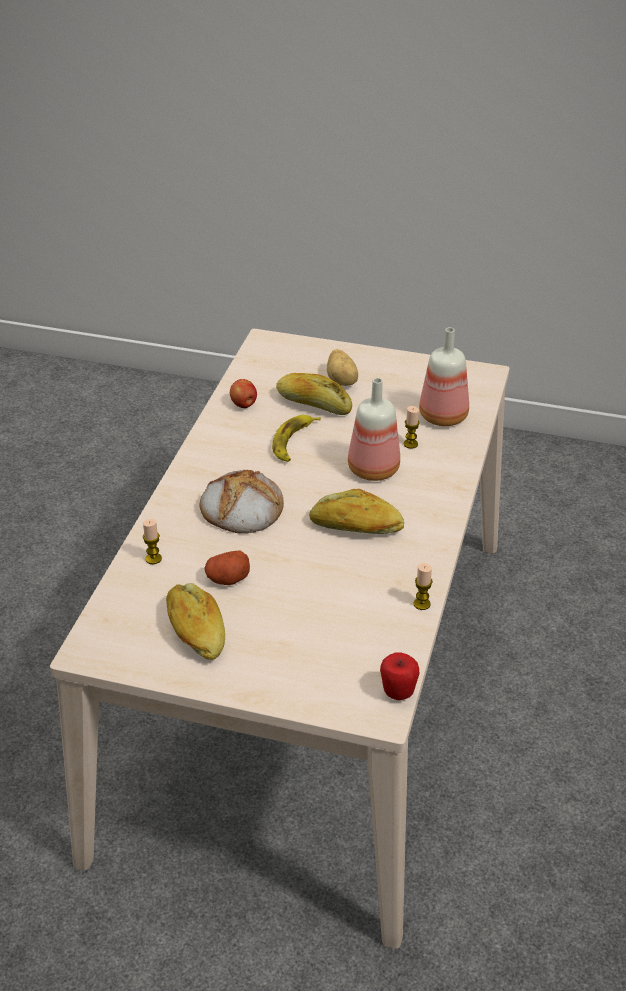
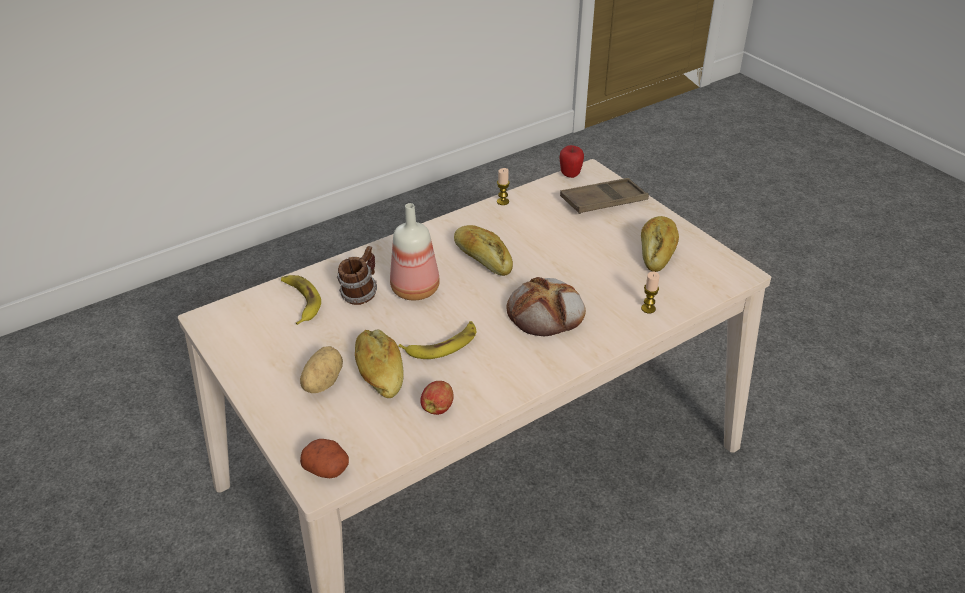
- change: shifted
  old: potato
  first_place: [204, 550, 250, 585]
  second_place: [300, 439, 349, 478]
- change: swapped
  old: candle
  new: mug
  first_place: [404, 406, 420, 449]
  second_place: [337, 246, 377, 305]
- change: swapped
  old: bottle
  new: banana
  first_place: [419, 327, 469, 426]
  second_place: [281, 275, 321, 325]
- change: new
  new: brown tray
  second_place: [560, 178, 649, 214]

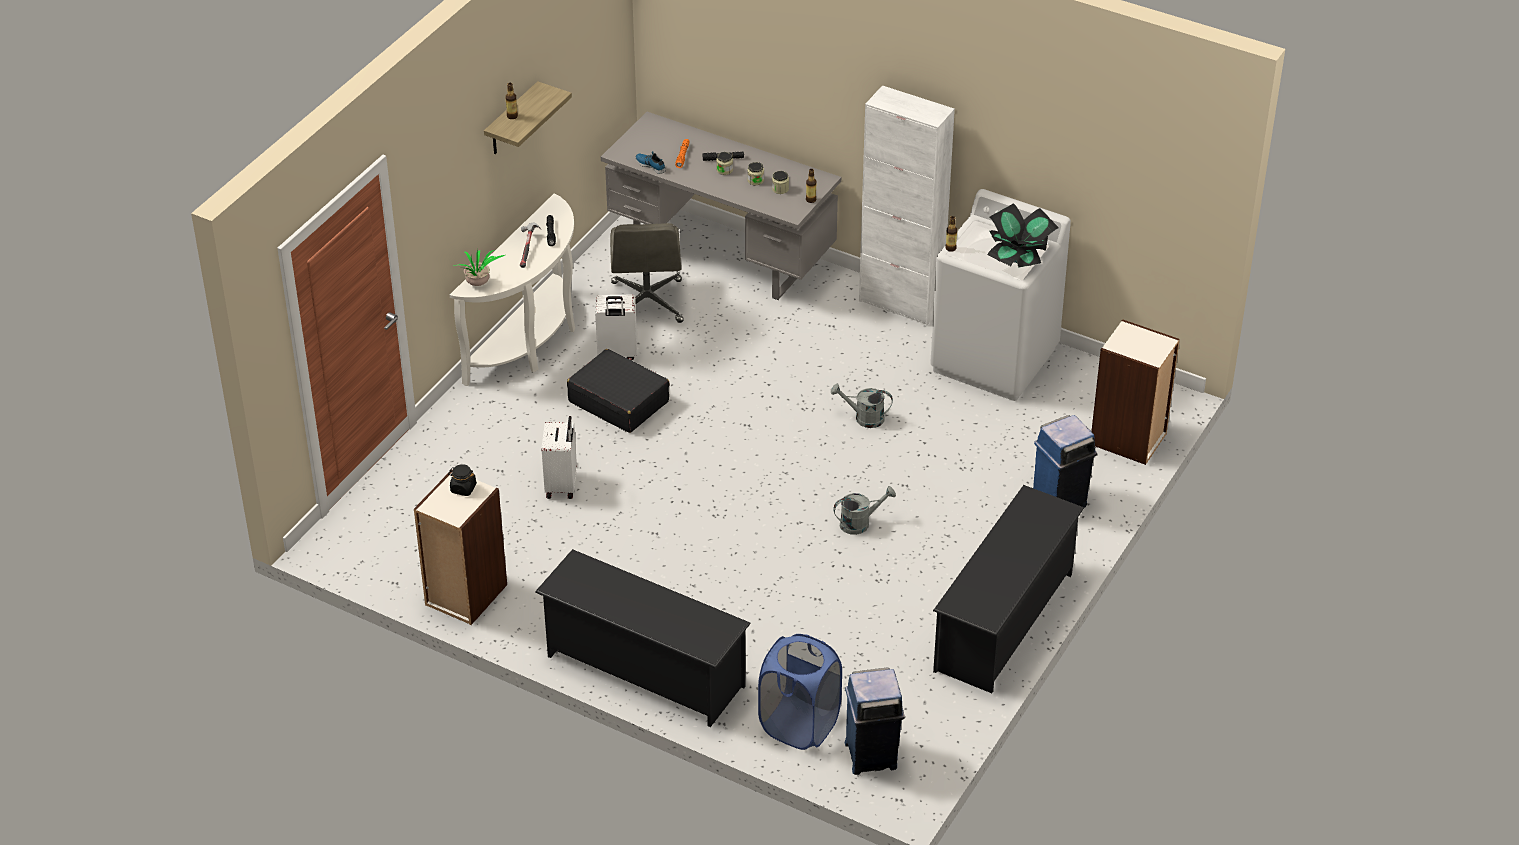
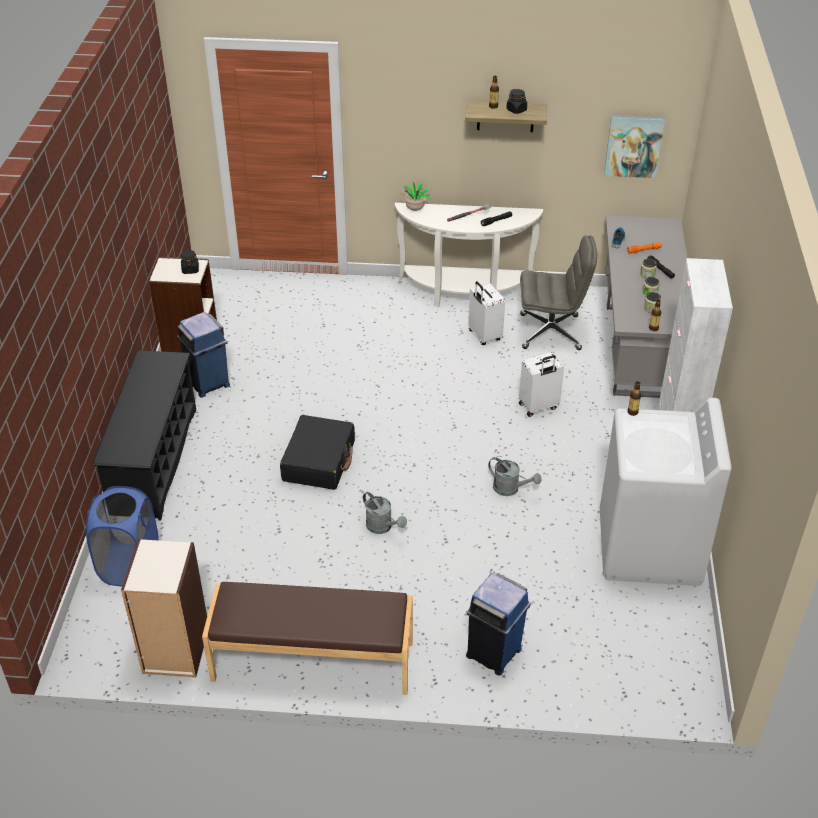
- change: shifted
  old: white suitcase
  first_place: [542, 416, 577, 499]
  second_place: [519, 352, 564, 417]
- change: shifted
  old: black suitcase
  first_place: [567, 349, 670, 433]
  second_place: [280, 415, 355, 490]
- change: rotated
  old: grey office chair
  first_place: [610, 223, 684, 323]
  second_place: [520, 235, 597, 350]
  degrees: -150
- change: rotated
  old: grey watering can
  first_place: [831, 384, 893, 428]
  second_place: [488, 457, 542, 496]
  degrees: 135
- change: shifted
  old: blue trash can
  first_place: [845, 667, 905, 775]
  second_place: [177, 312, 230, 398]
- change: swapped
  old: black shoe rack
  new: brown bench
  first_place: [933, 485, 1084, 693]
  second_place: [202, 582, 413, 695]
- change: gone
  old: potted plant
  first_place: [987, 203, 1059, 268]
- change: shifted
  old: bookcase
  first_place: [1091, 319, 1180, 465]
  second_place: [121, 539, 207, 678]
- change: new
  new: black jar
  second_place: [506, 89, 527, 114]
- change: new
  new: picture
  second_place: [604, 116, 665, 178]

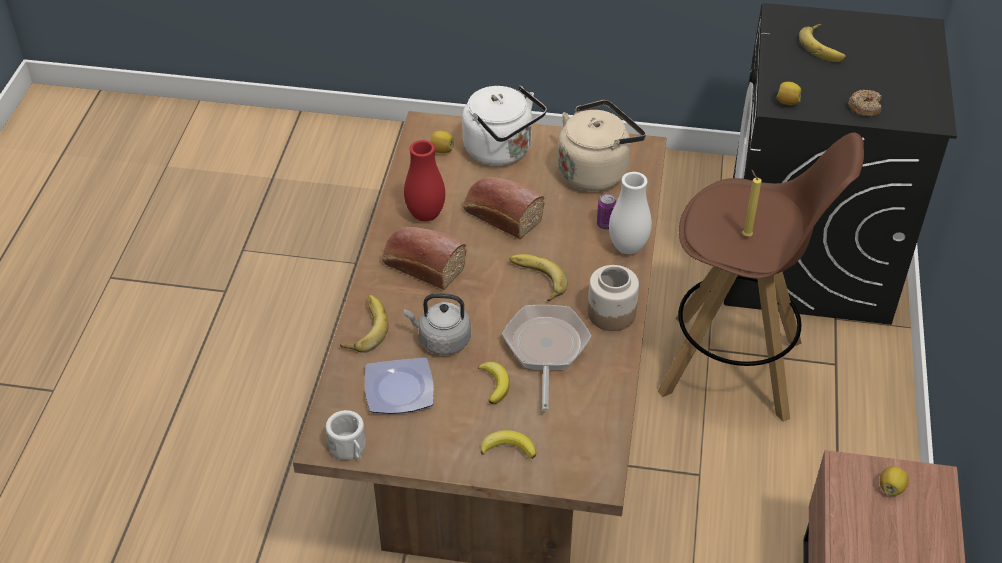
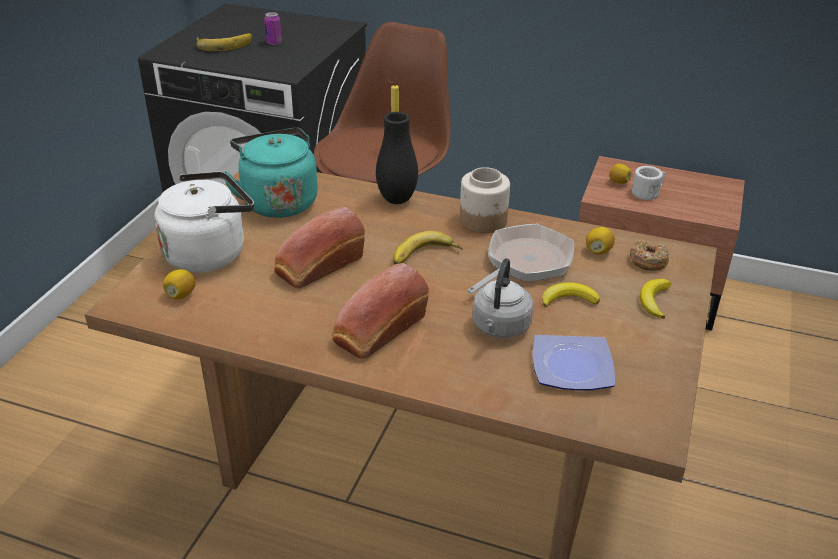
- change: shifted
  old: white mug
  first_place: [326, 410, 366, 460]
  second_place: [632, 166, 665, 200]
- change: gone
  old: banana
  first_place: [340, 295, 389, 353]
- change: gone
  old: red vase
  first_place: [404, 140, 445, 222]
- change: rotated
  old: frying pan
  first_place: [502, 305, 591, 411]
  second_place: [467, 224, 574, 294]
  degrees: 120
- change: repainted
  old: beige kettle
  new: turquoise kettle
  first_place: [558, 100, 646, 191]
  second_place: [224, 128, 318, 218]
- change: shifted
  old: can
  first_place: [597, 194, 617, 229]
  second_place: [264, 12, 282, 45]
- change: repainted
  old: white vase
  new: black vase
  first_place: [609, 172, 652, 254]
  second_place: [376, 112, 418, 204]
- change: shifted
  old: lemon
  first_place: [776, 82, 801, 105]
  second_place: [586, 227, 615, 255]
- change: shifted
  old: donut
  first_place: [849, 90, 882, 117]
  second_place: [630, 240, 669, 271]

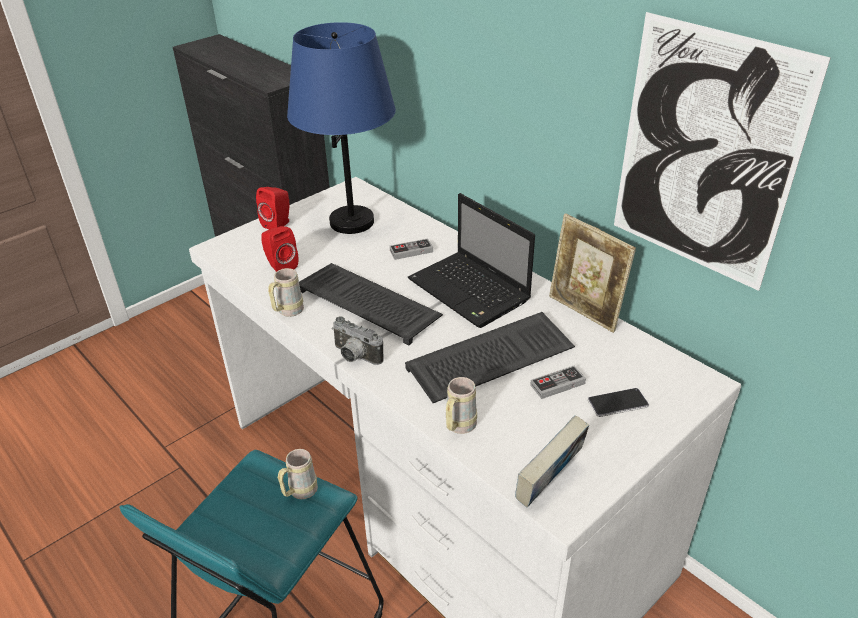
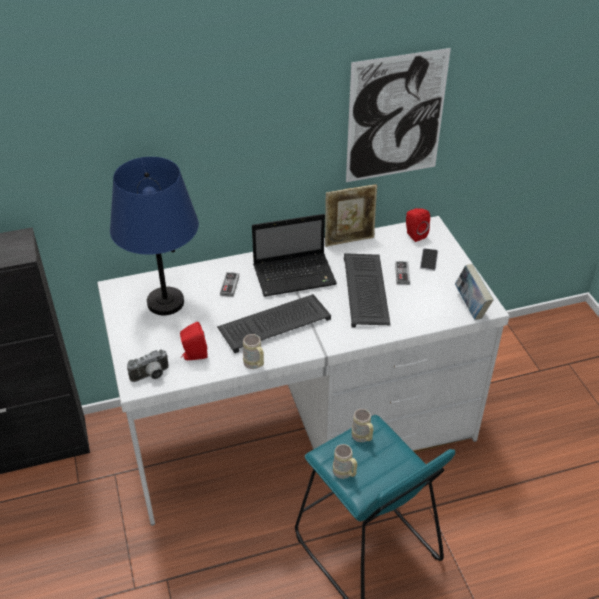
- change: shifted
  old: red speaker
  first_place: [256, 187, 289, 230]
  second_place: [406, 208, 430, 242]
- change: shifted
  old: photo camera
  first_place: [332, 316, 383, 365]
  second_place: [127, 350, 169, 382]
- change: shifted
  old: beige mug
  first_place: [446, 377, 477, 434]
  second_place: [333, 444, 357, 479]

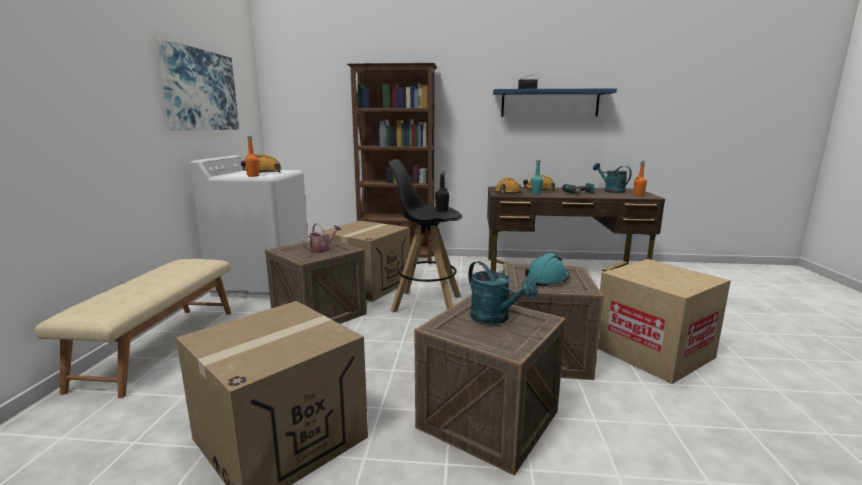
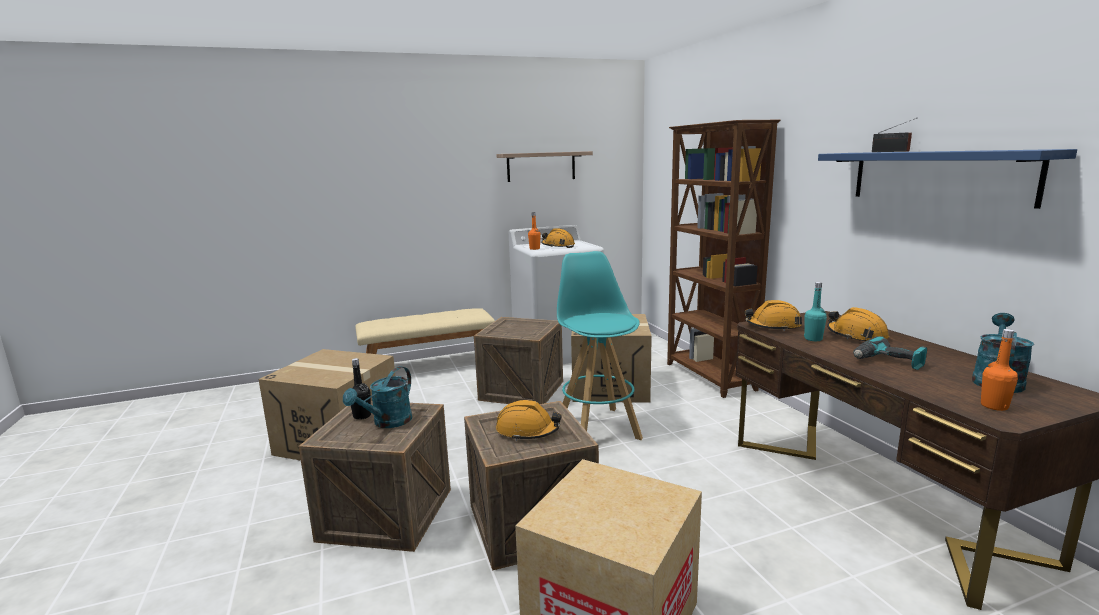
- change: swapped
  old: picture
  new: shelf
  first_place: [156, 38, 239, 130]
  second_place: [496, 151, 593, 182]
- change: gone
  old: watering can
  first_place: [302, 223, 341, 253]
- change: repainted
  old: black stool
  new: turquoise stool
  first_place: [387, 159, 462, 312]
  second_place: [557, 251, 643, 440]
- change: shifted
  old: black bottle
  first_place: [435, 170, 449, 212]
  second_place: [351, 358, 371, 420]
- change: repainted
  old: turquoise hard hat
  new: orange hard hat
  first_place: [525, 253, 569, 287]
  second_place: [496, 400, 562, 441]

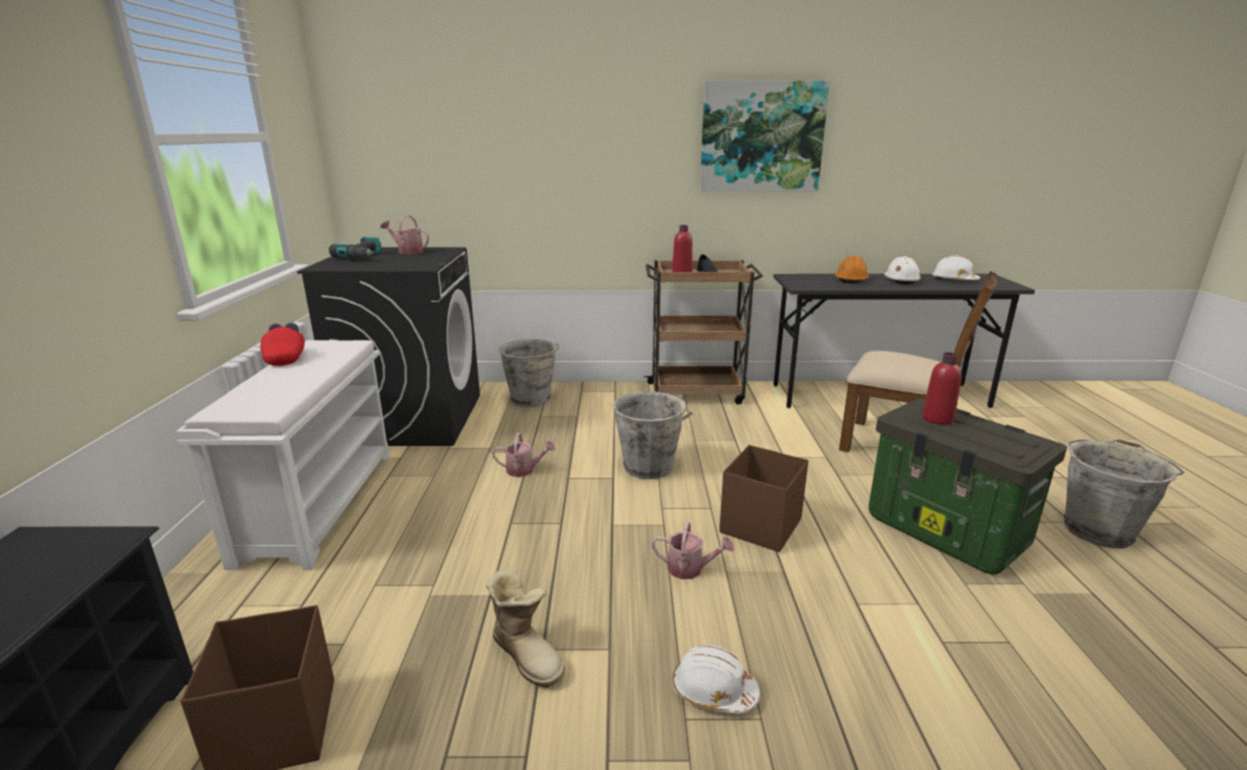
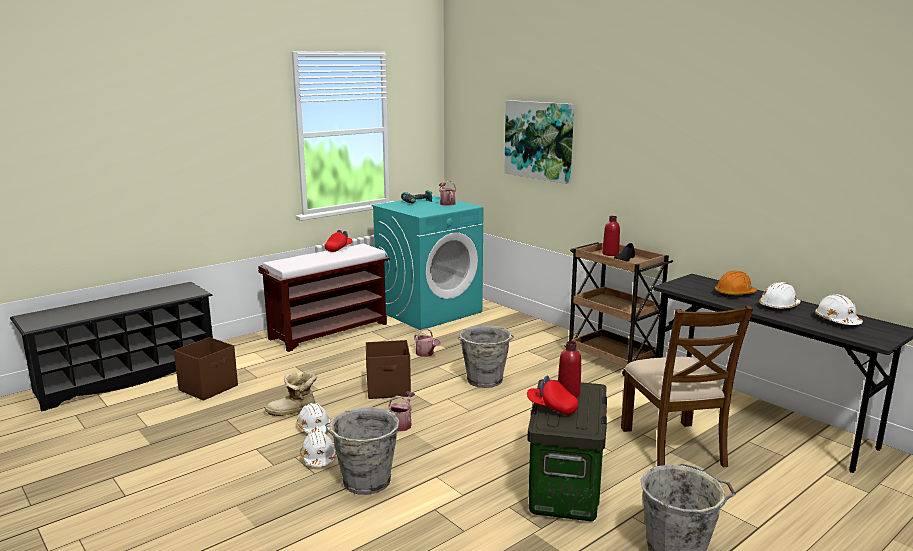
- change: repainted
  old: white bench
  new: brown bench
  first_place: [175, 340, 390, 570]
  second_place: [258, 244, 390, 352]
- change: repainted
  old: black washing machine
  new: turquoise washing machine
  first_place: [297, 247, 480, 446]
  second_place: [372, 196, 484, 330]
- change: rotated
  old: boot
  first_place: [486, 570, 565, 688]
  second_place: [265, 372, 317, 416]
  degrees: 75
- change: shifted
  old: grey bucket
  first_place: [498, 339, 559, 407]
  second_place: [325, 407, 399, 495]
- change: rotated
  old: watering can
  first_place: [652, 522, 734, 579]
  second_place: [389, 392, 415, 432]
  degrees: -135
- change: shifted
  old: picture
  first_place: [700, 80, 830, 192]
  second_place: [504, 100, 574, 184]
- change: shifted
  old: brown storage box
  first_place: [719, 445, 809, 552]
  second_place: [366, 340, 411, 399]
- change: new
  new: white hard hat
  second_place: [297, 403, 331, 434]
- change: new
  new: red cap
  second_place: [527, 376, 578, 415]

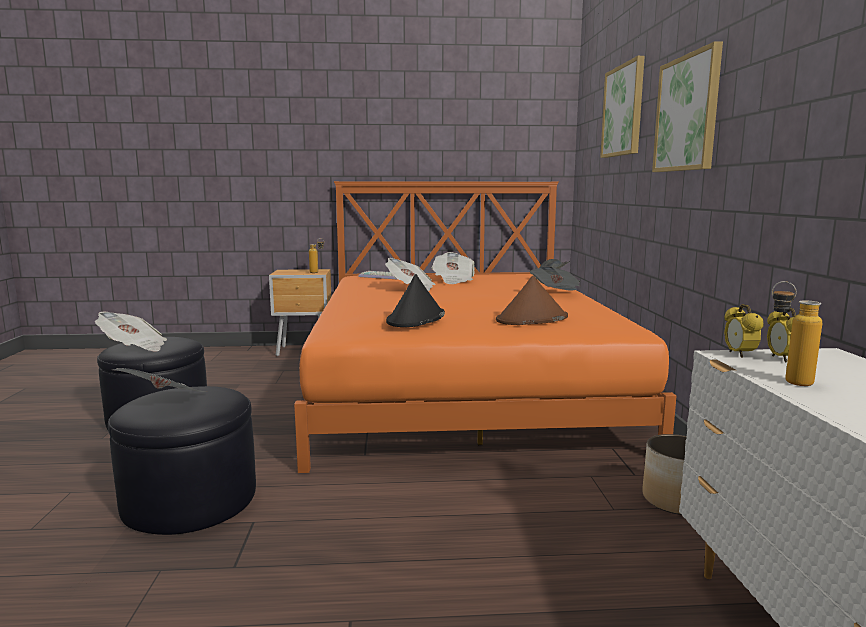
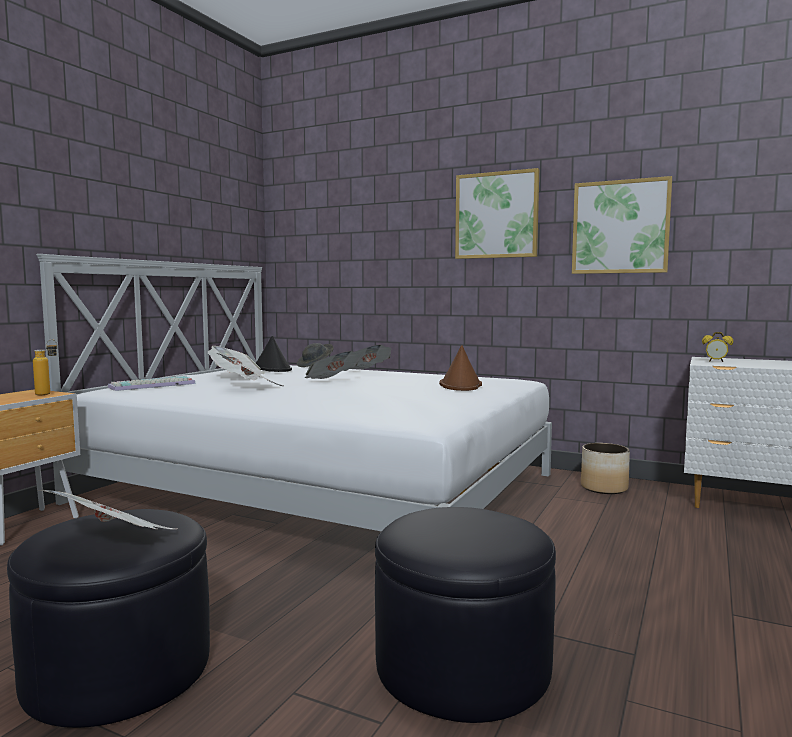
- change: shifted
  old: newspaper
  first_place: [112, 368, 207, 392]
  second_place: [305, 351, 361, 379]
- change: repainted
  old: orange bed
  new: white bed
  first_place: [294, 181, 676, 473]
  second_place: [36, 254, 552, 531]
- change: shifted
  old: black hat
  first_place: [386, 274, 445, 327]
  second_place: [256, 336, 292, 372]
- change: shifted
  old: picture
  first_place: [600, 56, 645, 158]
  second_place: [572, 176, 672, 274]
- change: gone
  old: alarm clock
  first_place: [724, 304, 764, 358]
- change: gone
  old: bottle
  first_place: [772, 281, 822, 386]

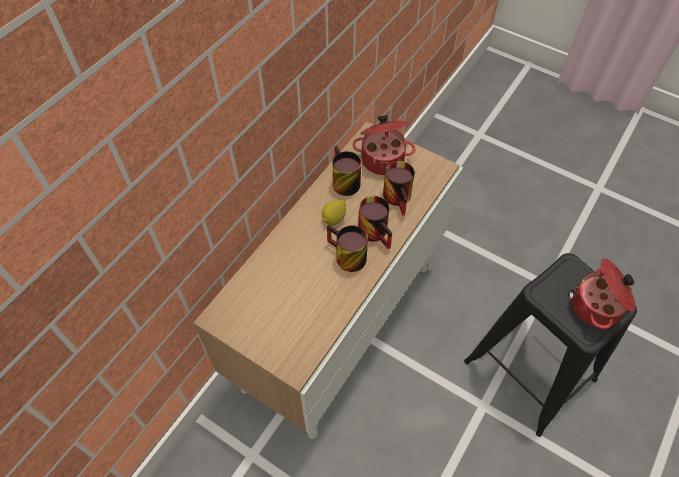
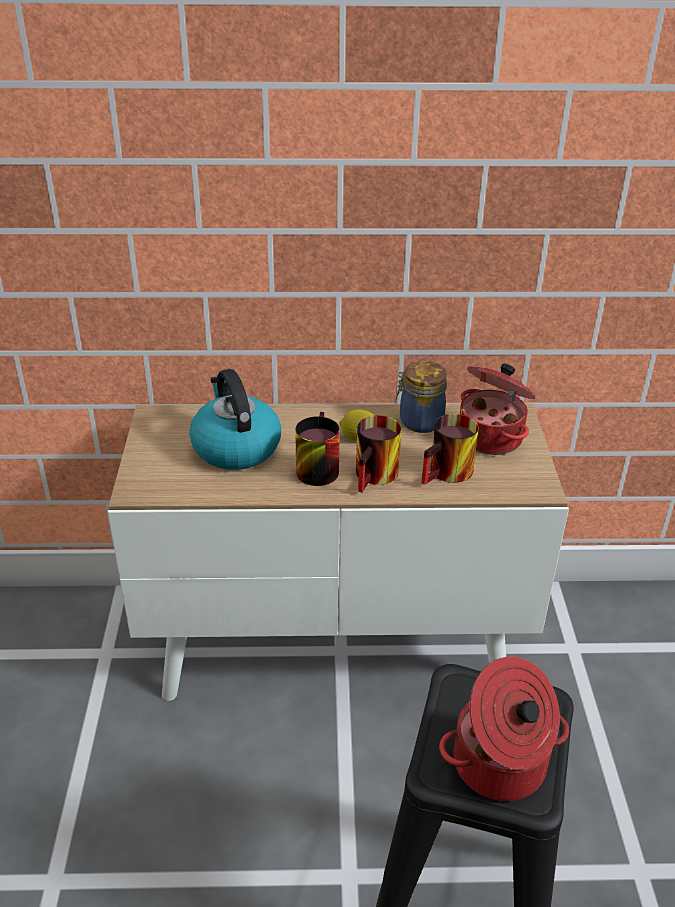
- change: swapped
  old: mug
  new: jar
  first_place: [332, 146, 361, 196]
  second_place: [395, 361, 447, 433]
- change: new
  new: kettle
  second_place: [189, 369, 281, 470]

